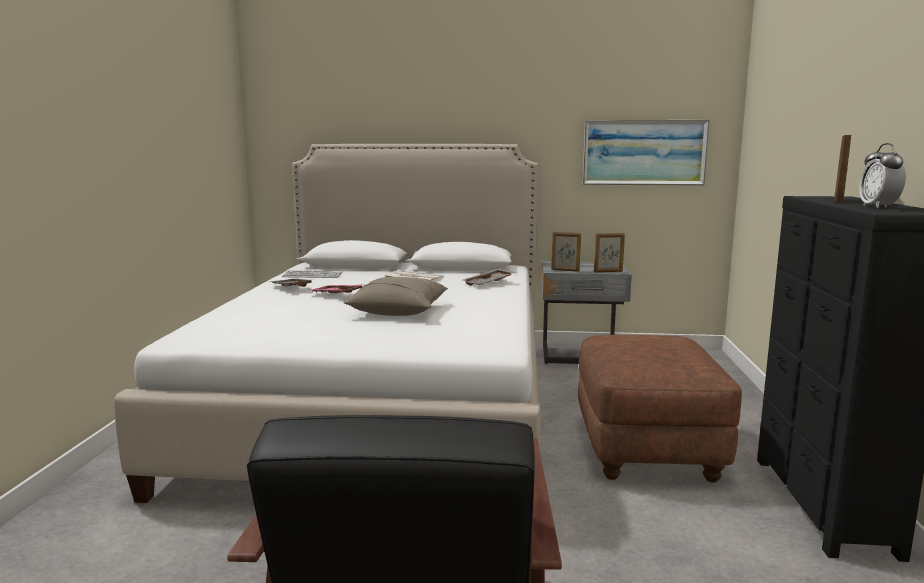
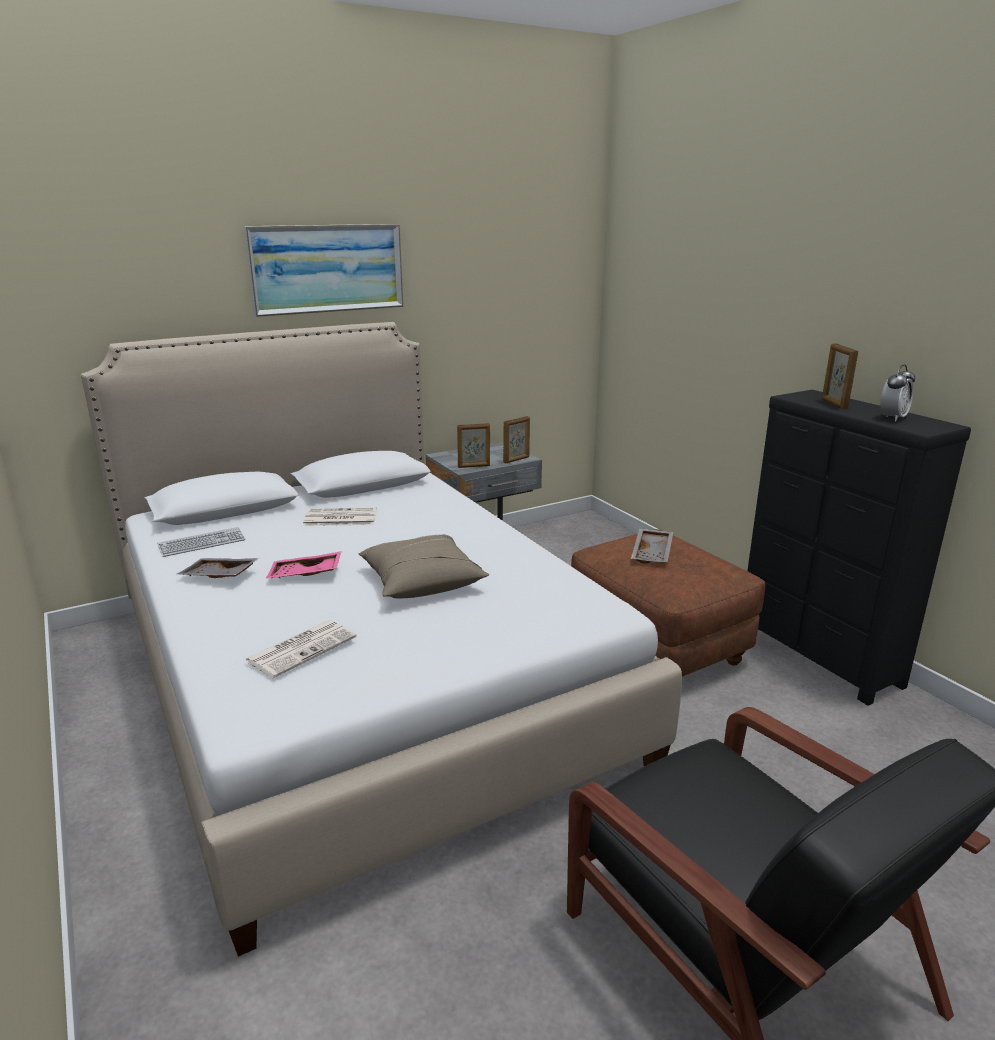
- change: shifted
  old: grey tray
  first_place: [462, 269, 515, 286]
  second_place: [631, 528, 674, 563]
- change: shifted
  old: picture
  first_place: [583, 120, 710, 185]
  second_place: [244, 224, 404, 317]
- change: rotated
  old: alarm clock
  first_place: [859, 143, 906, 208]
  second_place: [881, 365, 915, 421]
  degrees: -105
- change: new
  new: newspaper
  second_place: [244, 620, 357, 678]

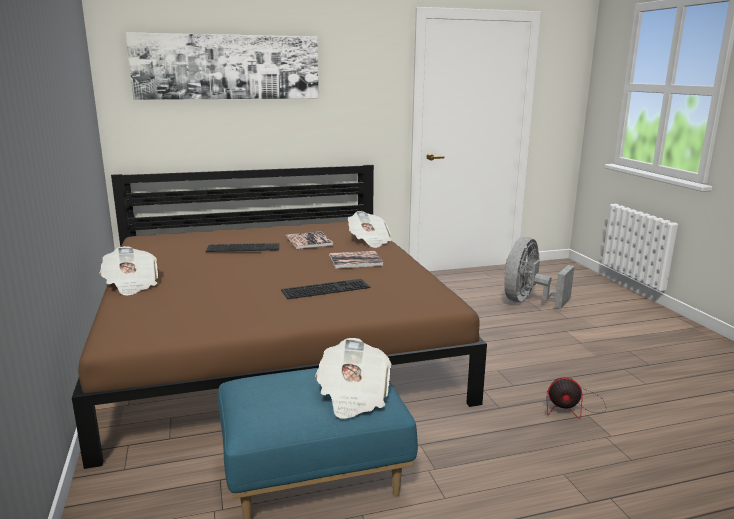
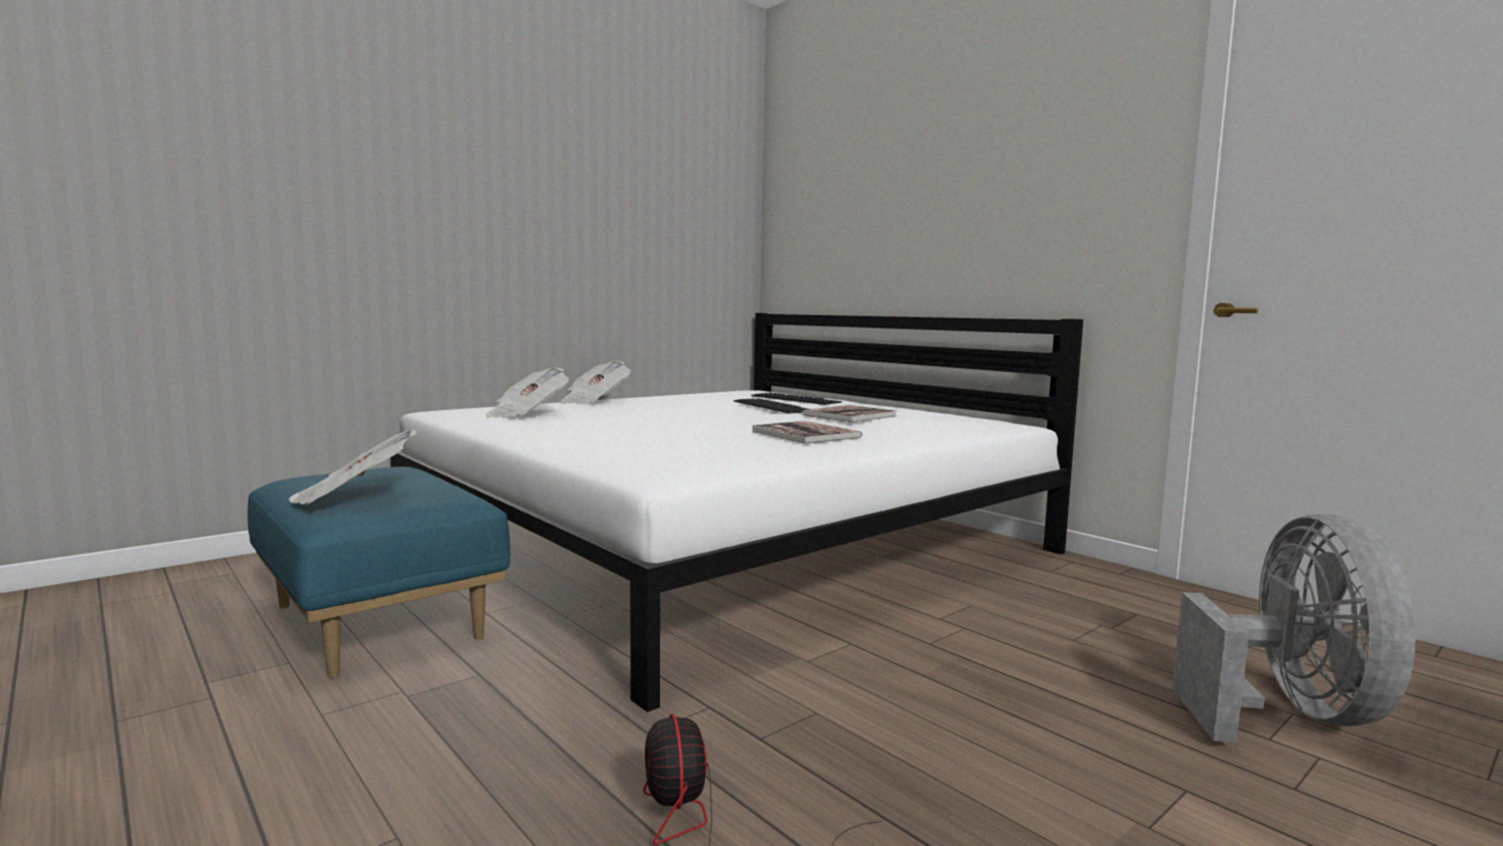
- change: repainted
  old: brown bed
  new: white bed
  first_place: [72, 165, 487, 469]
  second_place: [391, 313, 1083, 712]
- change: gone
  old: picture
  first_place: [126, 32, 319, 100]
- change: shifted
  old: keyboard
  first_place: [281, 279, 371, 299]
  second_place: [751, 393, 842, 405]
- change: shifted
  old: newspaper
  first_place: [348, 211, 392, 248]
  second_place: [486, 368, 569, 418]
- change: rotated
  old: grey fan
  first_place: [504, 237, 574, 308]
  second_place: [1172, 514, 1415, 743]
  degrees: 90

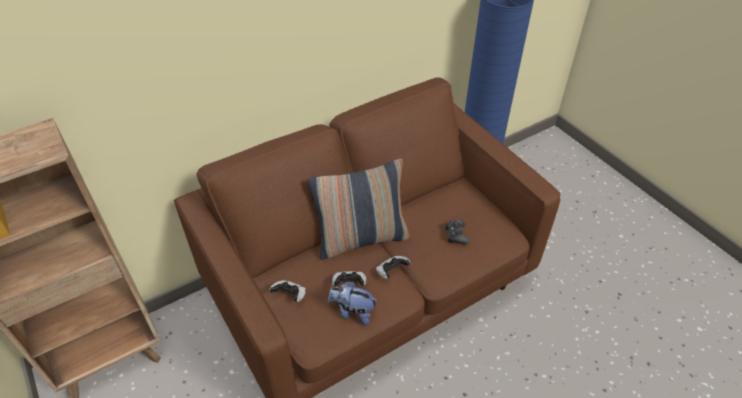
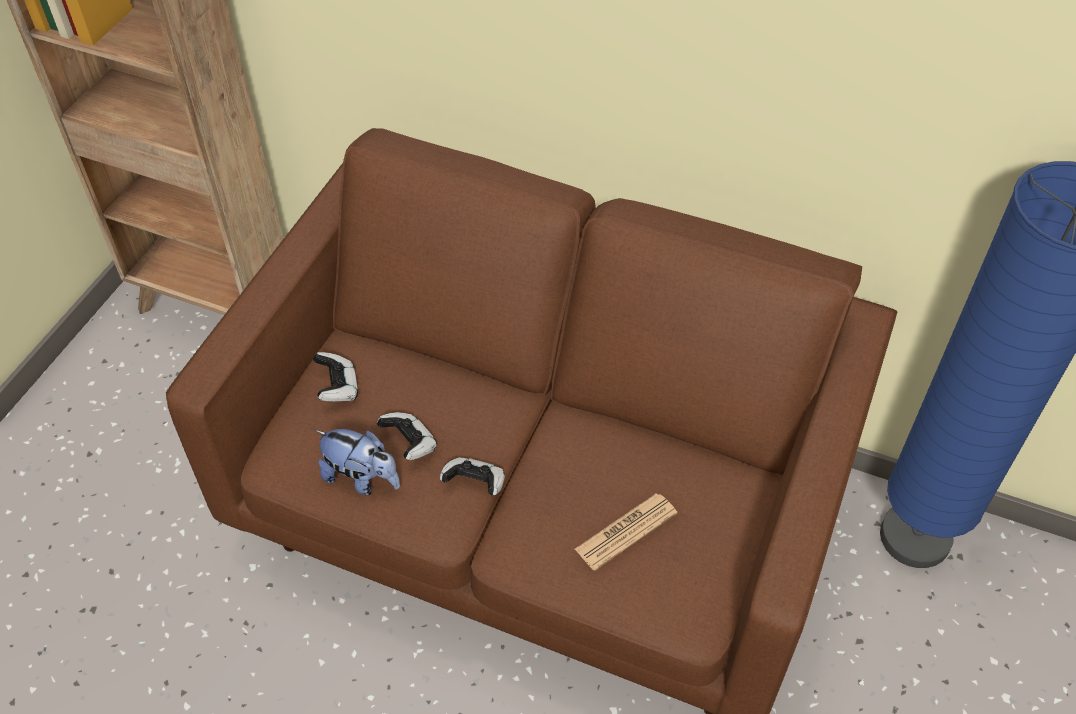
- change: gone
  old: pillow
  first_place: [308, 159, 410, 260]
- change: rotated
  old: plush toy
  first_place: [328, 281, 378, 325]
  second_place: [315, 429, 400, 495]
  degrees: 135
- change: swapped
  old: black game controller
  new: newspaper
  first_place: [445, 220, 469, 245]
  second_place: [575, 493, 677, 571]

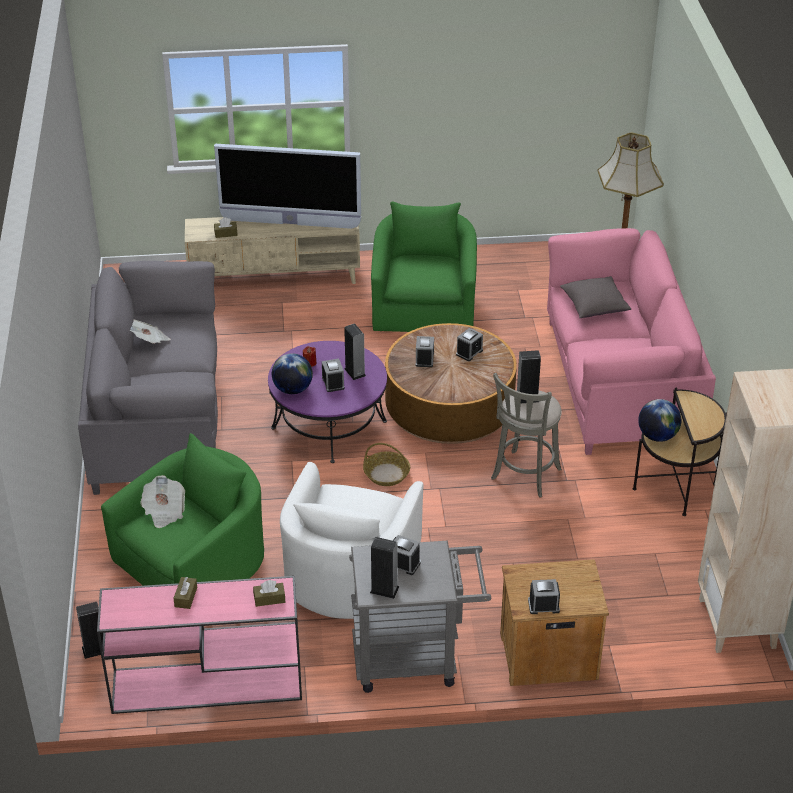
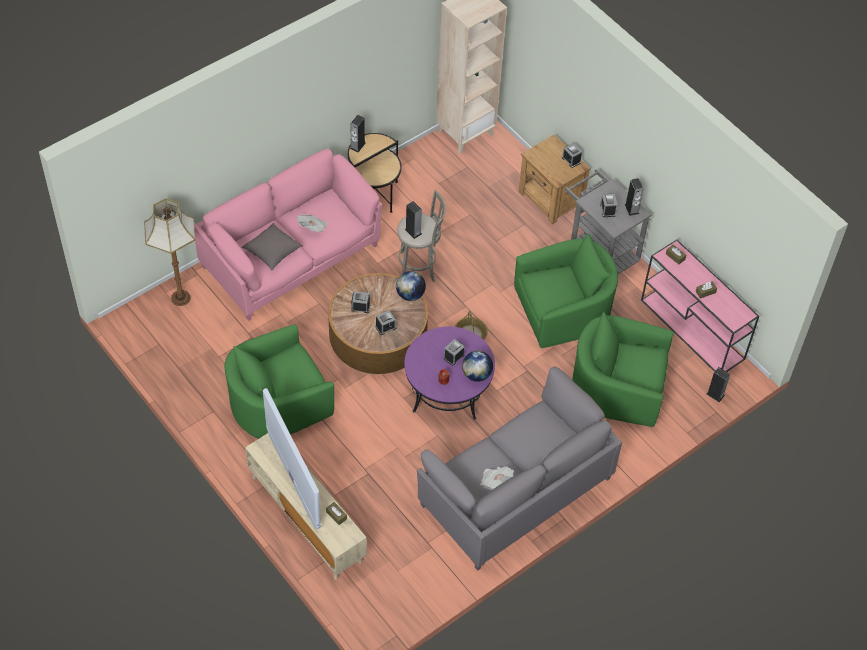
- change: shifted
  old: newspaper
  first_place: [140, 475, 185, 528]
  second_place: [297, 215, 328, 232]
- change: repainted
  old: white armchair
  new: green armchair
  first_place: [280, 462, 424, 619]
  second_place: [514, 233, 618, 348]
- change: shifted
  old: speaker
  first_place: [344, 324, 366, 380]
  second_place: [350, 115, 366, 152]
- change: shifted
  old: globe
  first_place: [638, 399, 681, 442]
  second_place: [396, 271, 426, 301]

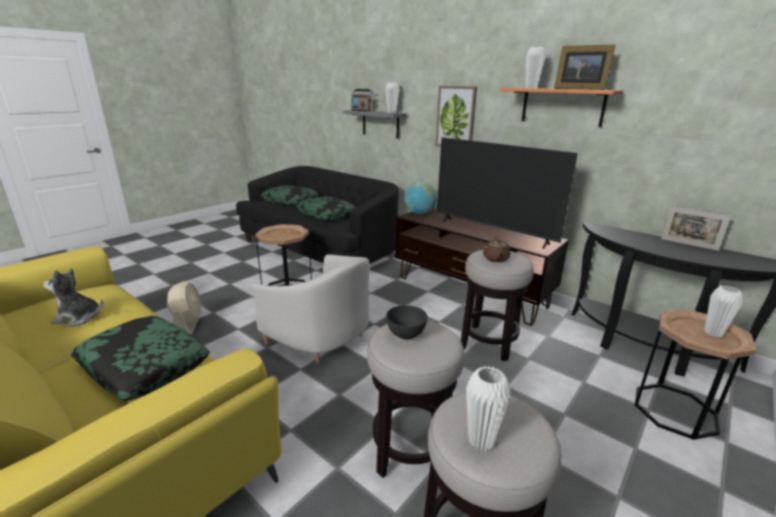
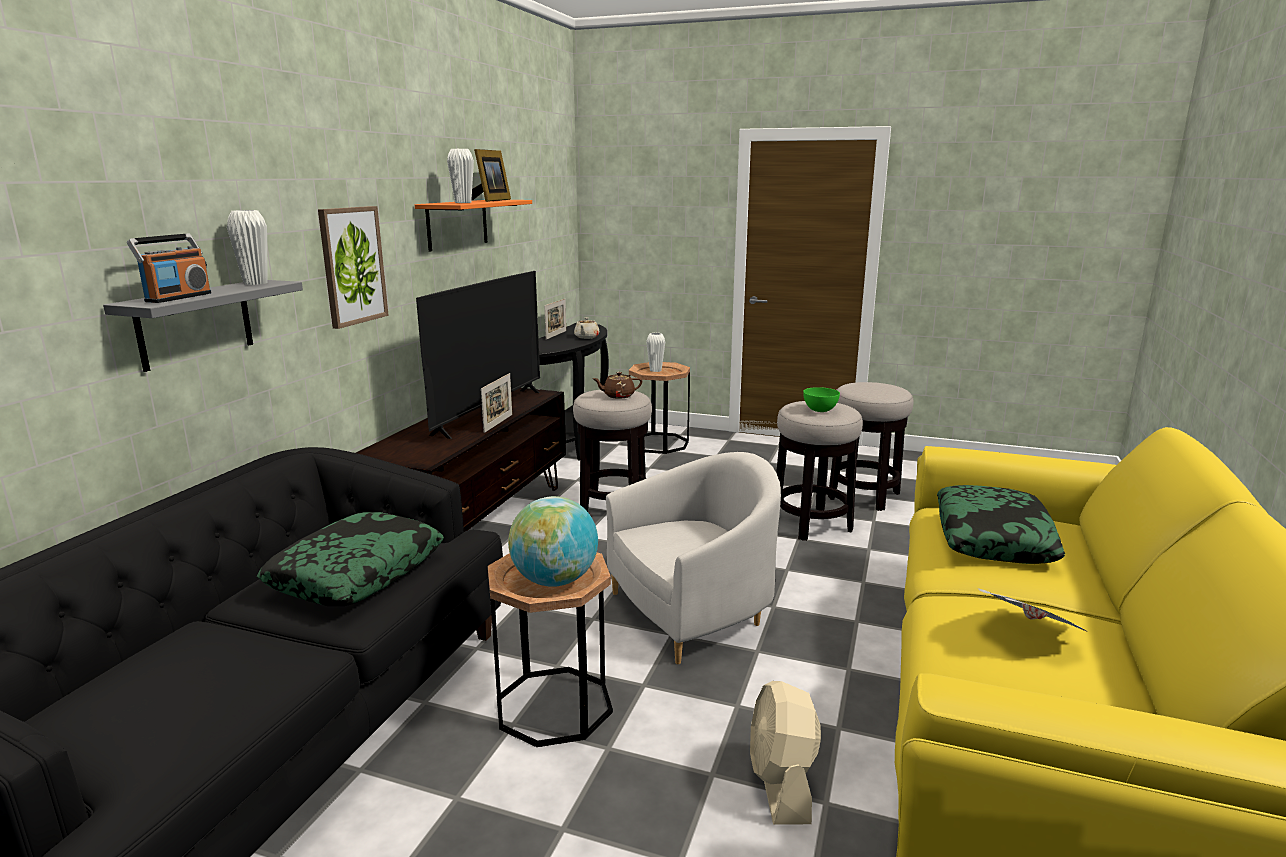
- change: swapped
  old: plush toy
  new: newspaper
  first_place: [43, 269, 103, 327]
  second_place: [978, 588, 1086, 631]
- change: rotated
  old: beige fan
  first_place: [167, 281, 202, 335]
  second_place: [750, 681, 821, 825]
  degrees: -60
- change: rotated
  old: white armchair
  first_place: [252, 254, 369, 364]
  second_place: [606, 452, 781, 664]
  degrees: 45
- change: gone
  old: pillow
  first_place: [261, 185, 319, 206]
- change: repainted
  old: grey bowl
  new: green bowl
  first_place: [386, 305, 428, 339]
  second_place: [803, 387, 840, 412]
- change: shifted
  old: globe
  first_place: [404, 181, 437, 214]
  second_place: [508, 496, 598, 587]
- change: gone
  old: white vase
  first_place: [466, 366, 511, 451]
- change: new
  new: picture frame
  second_place: [481, 373, 512, 433]
- change: new
  new: beige teapot
  second_place: [574, 317, 599, 339]

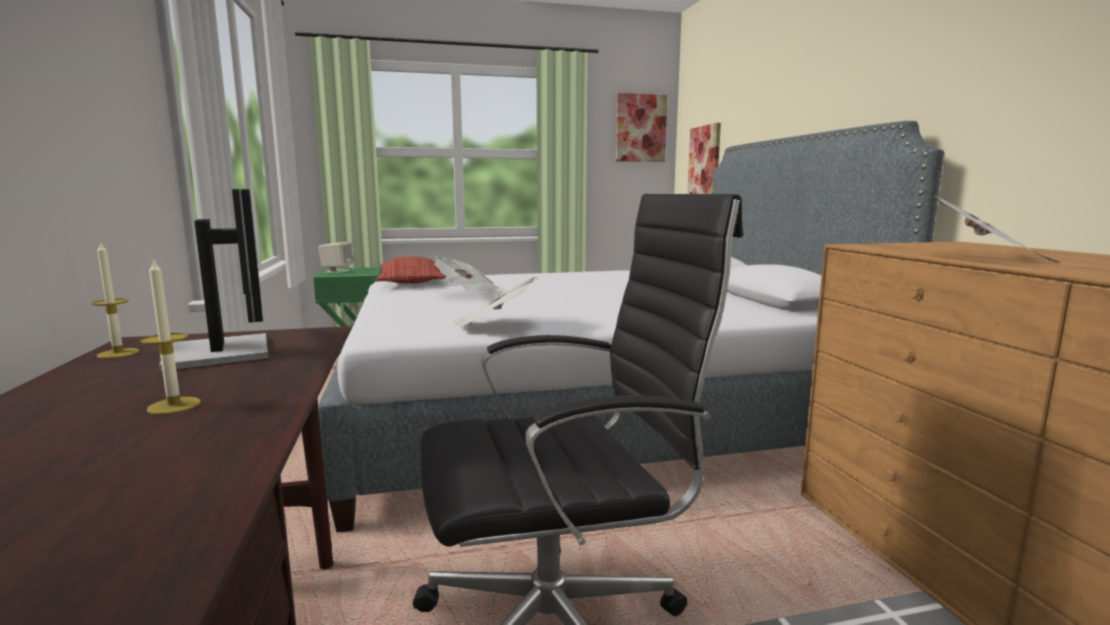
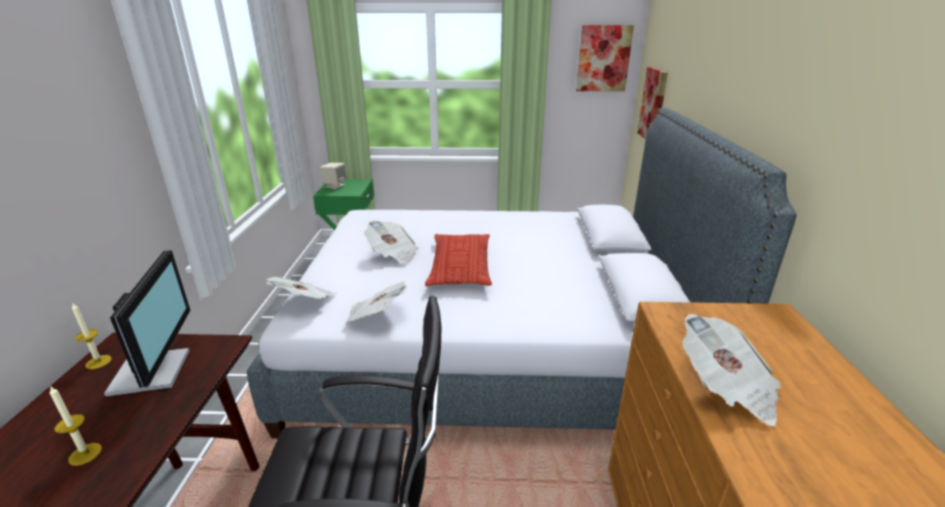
- change: shifted
  old: pillow
  first_place: [375, 256, 446, 284]
  second_place: [425, 234, 492, 286]
- change: new
  new: newspaper
  second_place: [266, 277, 337, 299]

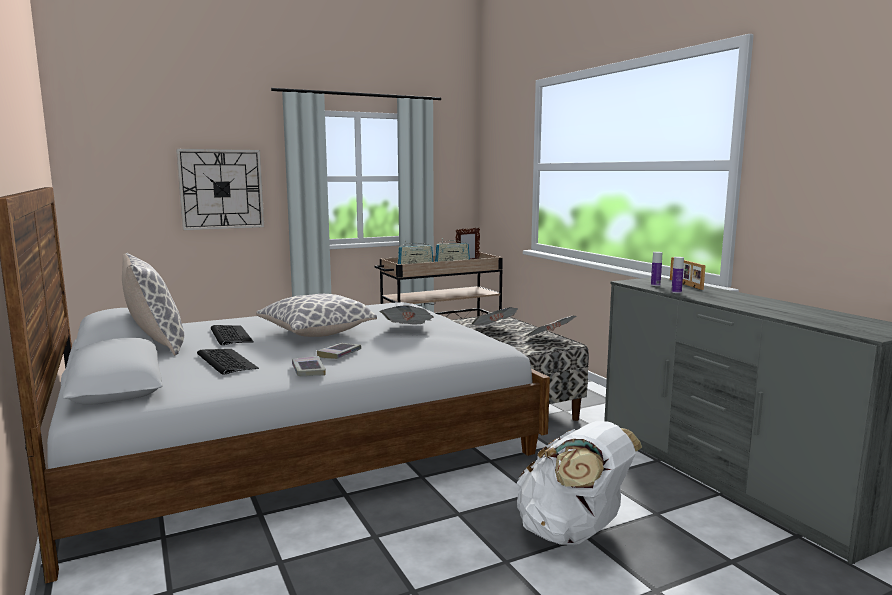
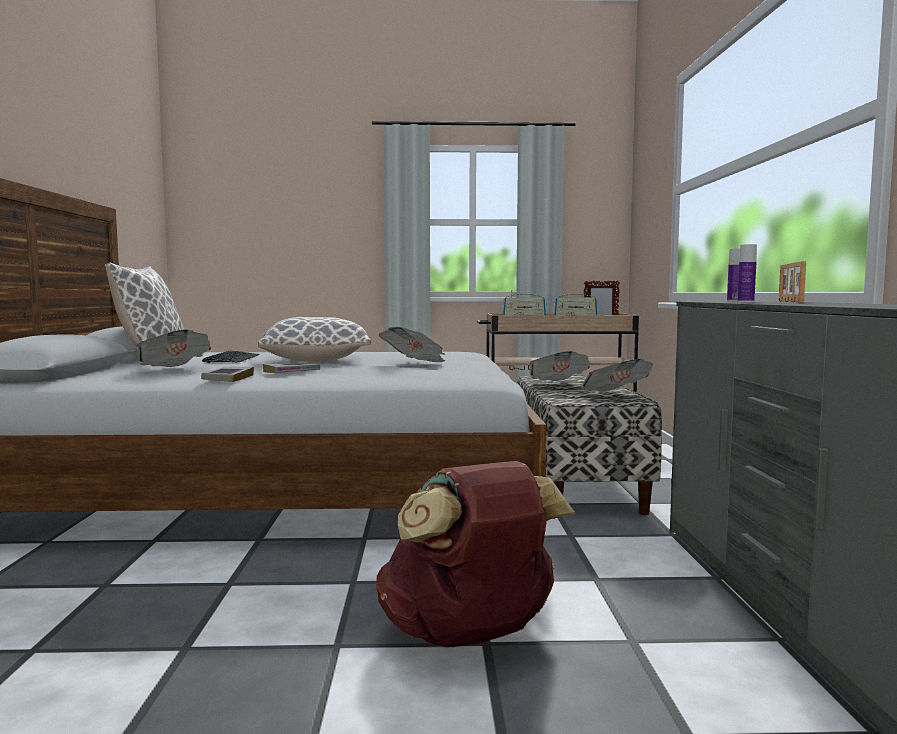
- change: gone
  old: wall clock
  first_place: [176, 149, 264, 231]
- change: swapped
  old: keyboard
  new: newspaper
  first_place: [197, 349, 259, 375]
  second_place: [136, 329, 211, 367]
- change: repainted
  old: white backpack
  new: brown backpack
  first_place: [515, 421, 642, 545]
  second_place: [376, 461, 575, 647]

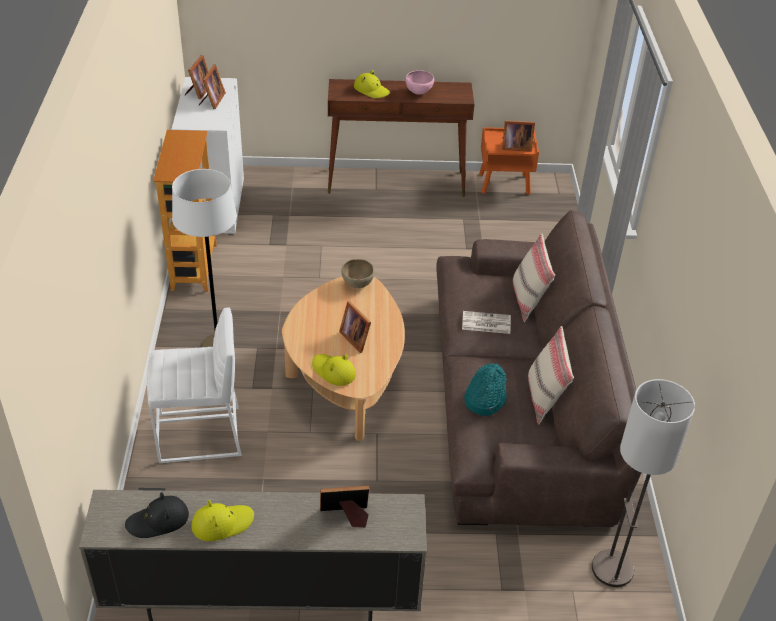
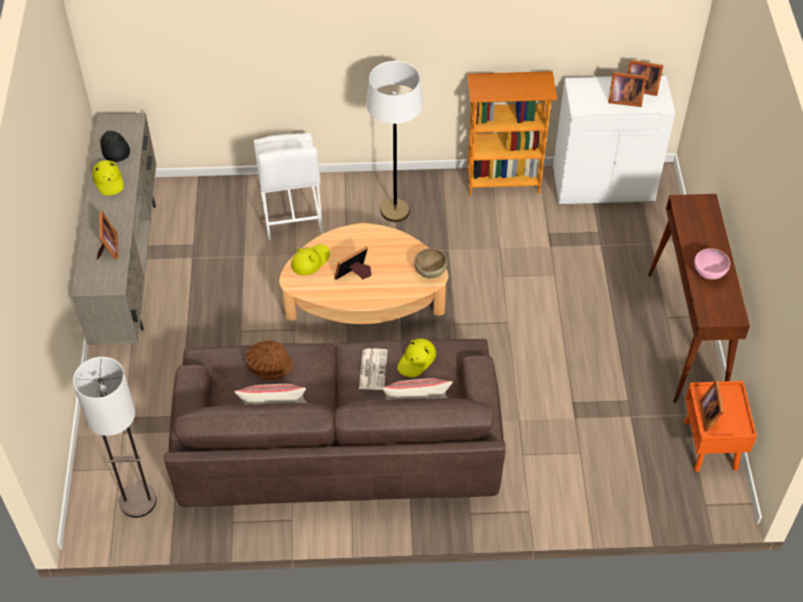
- change: shifted
  old: yellow hat
  first_place: [354, 70, 390, 98]
  second_place: [397, 338, 436, 377]
- change: repainted
  old: turquoise hat
  new: brown hat
  first_place: [464, 363, 507, 416]
  second_place: [246, 340, 292, 380]

